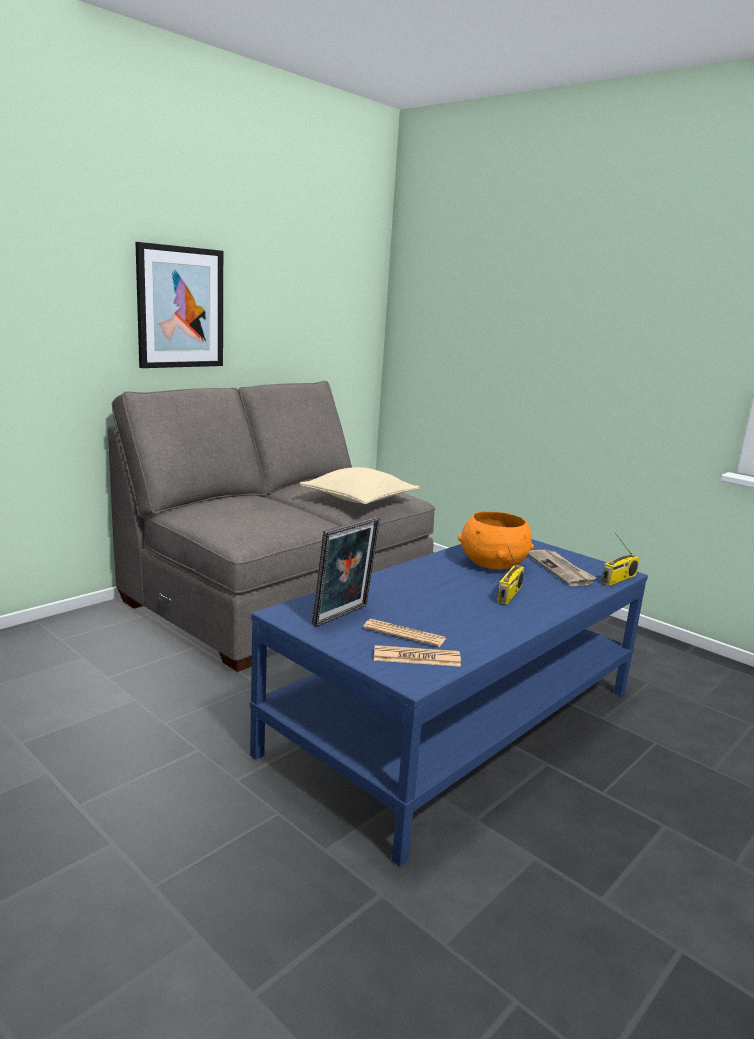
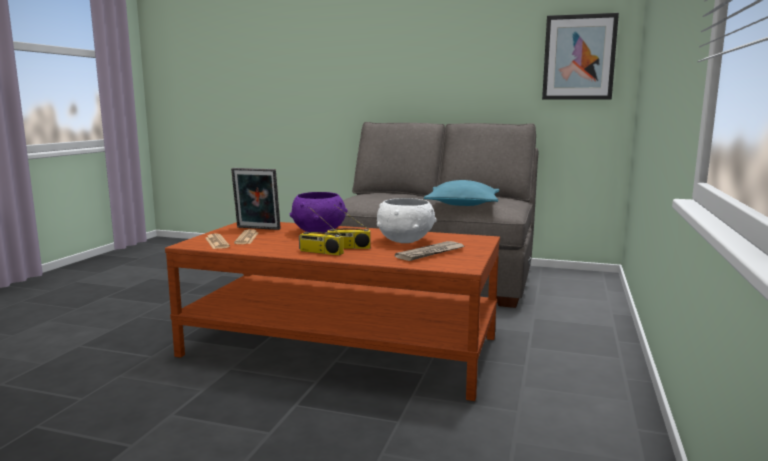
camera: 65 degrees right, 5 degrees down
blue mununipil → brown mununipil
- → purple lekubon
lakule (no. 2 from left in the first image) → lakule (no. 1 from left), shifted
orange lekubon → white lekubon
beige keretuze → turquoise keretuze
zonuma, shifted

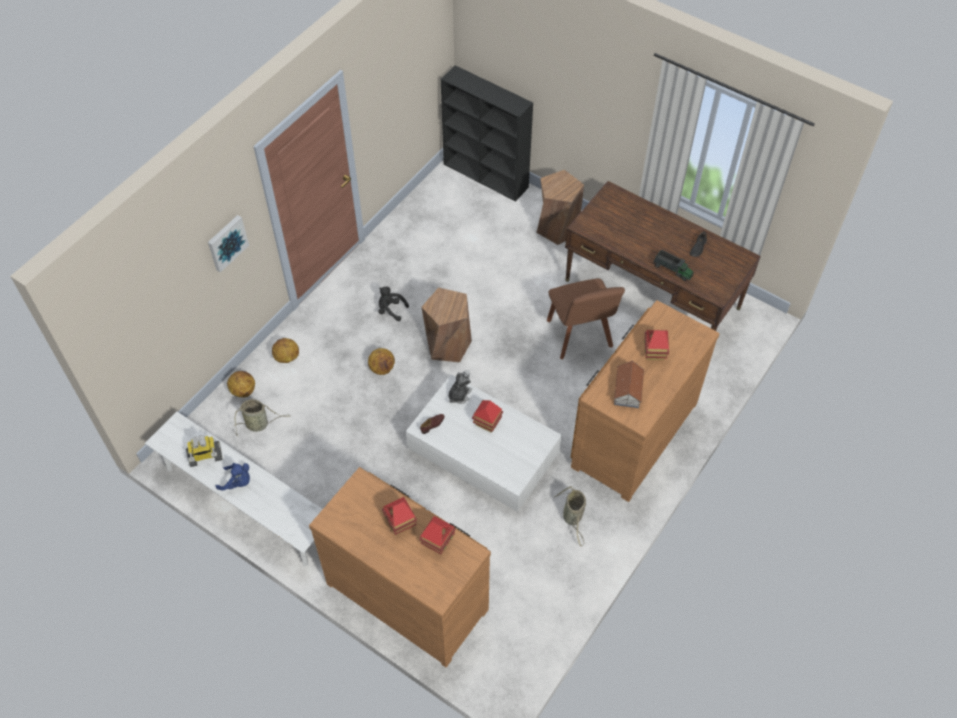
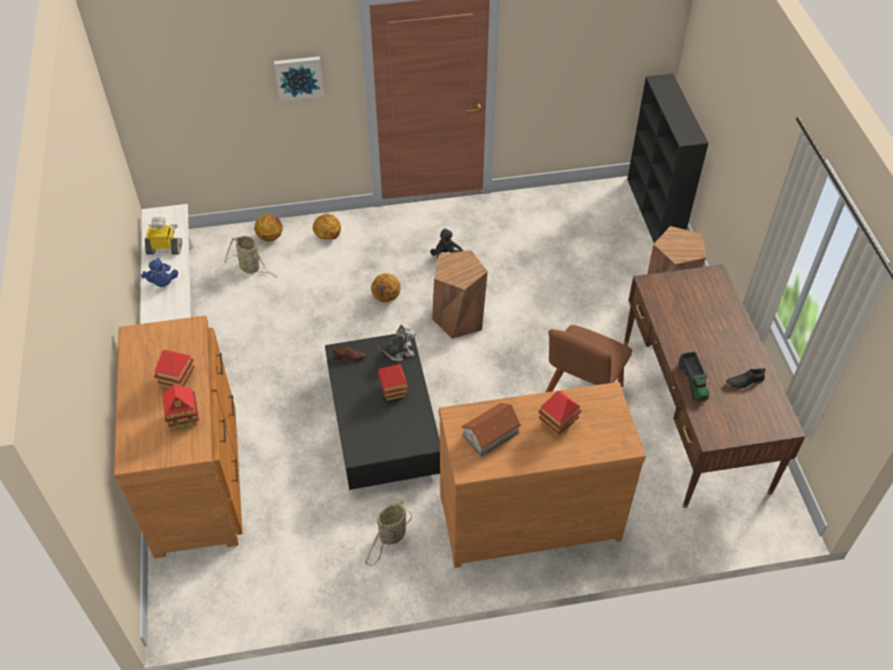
camera: 45 degrees right, 5 degrees down
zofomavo, 150 degrees clockwise
white mununipil → black mununipil

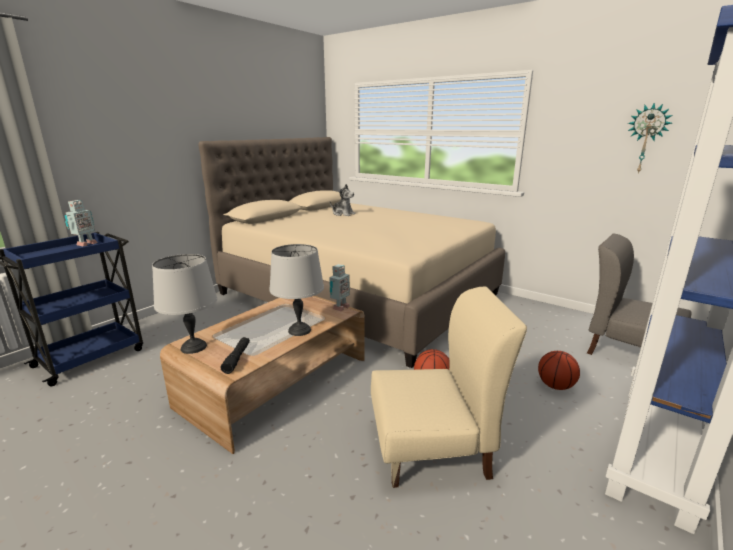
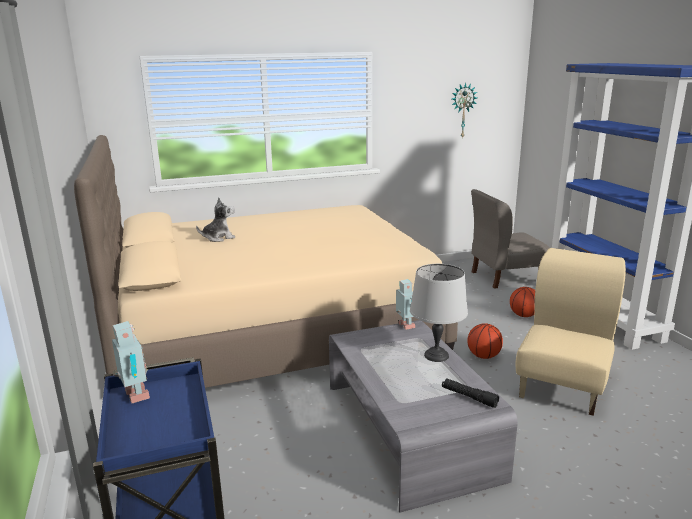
camera: 55 degrees left, 0 degrees up
brown mununipil → grey mununipil
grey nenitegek (no. 1 from left) → -

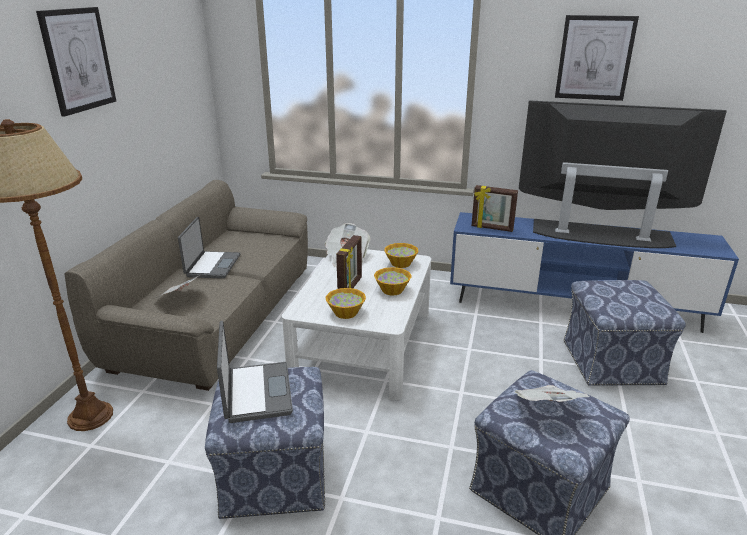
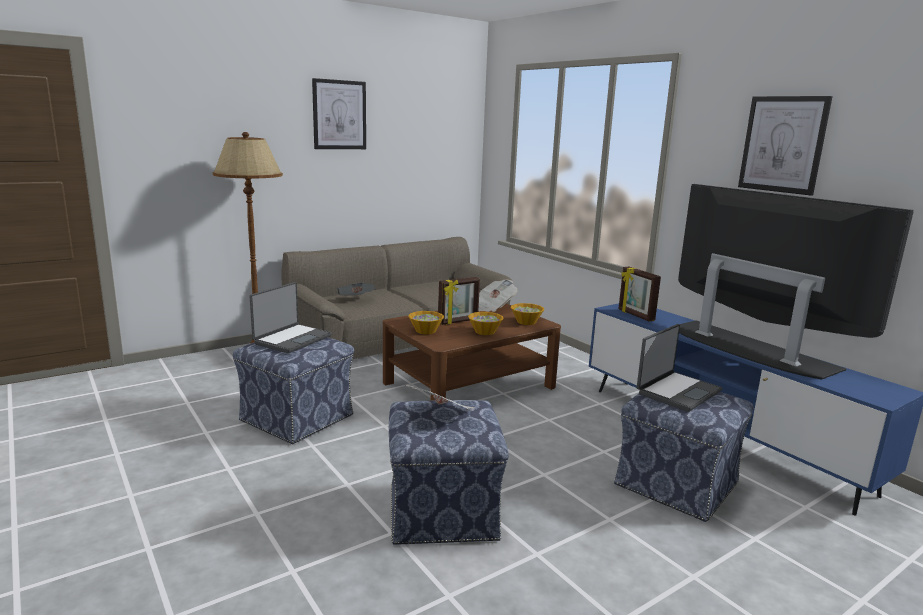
camera: 40 degrees right, 10 degrees down
white mununipil → brown mununipil
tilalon (no. 1 from left in the first image) → tilalon (no. 2 from left), shifted

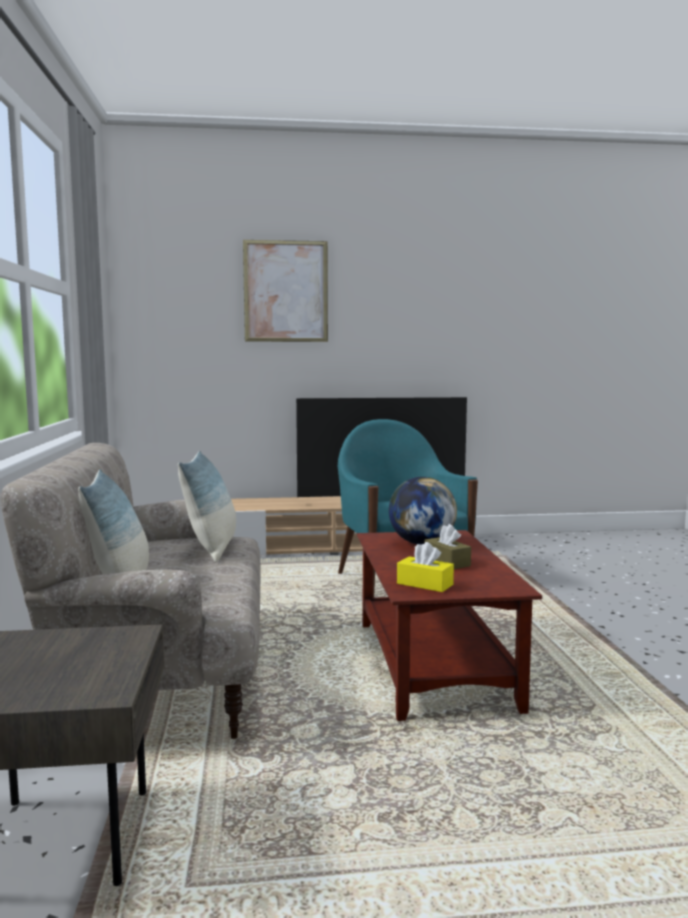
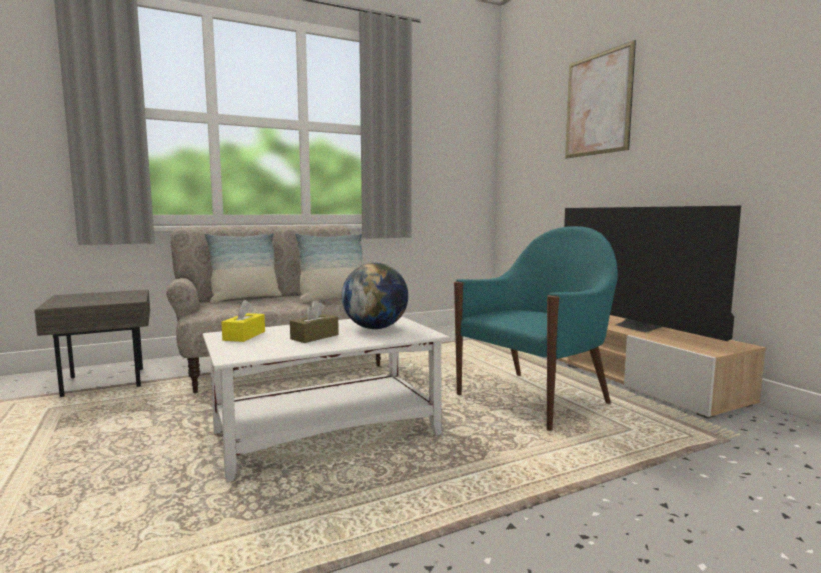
camera: 70 degrees right, 0 degrees up
brown mununipil → white mununipil

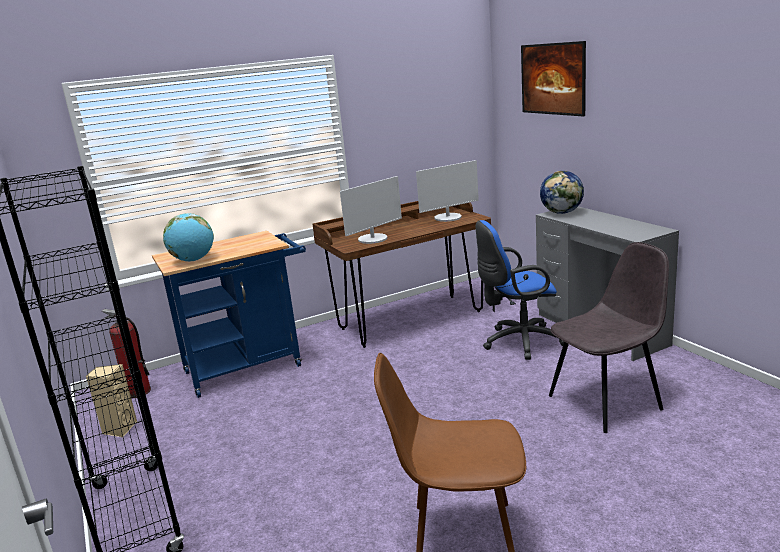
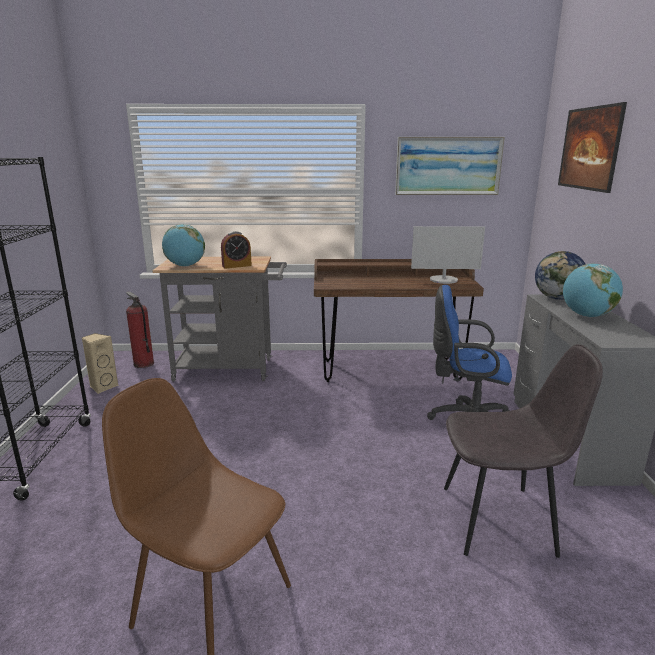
camera: 25 degrees right, 0 degrees up
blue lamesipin → grey lamesipin
- → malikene
- → zonuma (no. 1 from left)
- → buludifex (no. 3 from left)
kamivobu (no. 1 from left) → -

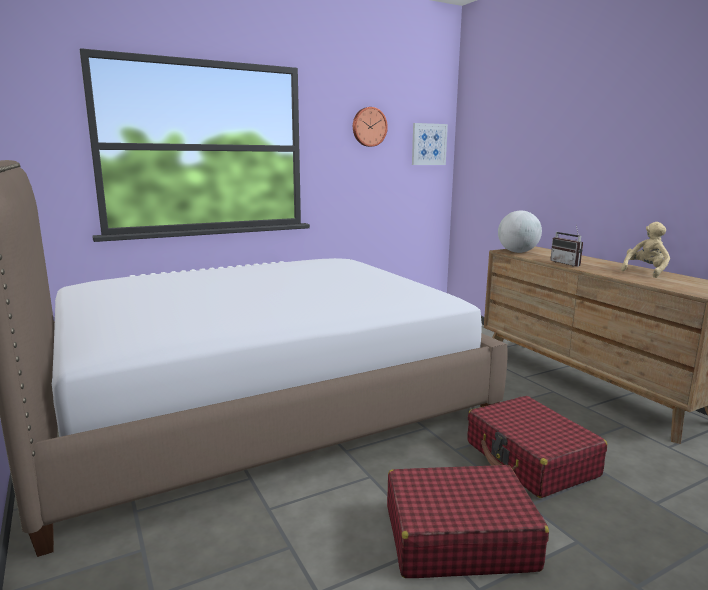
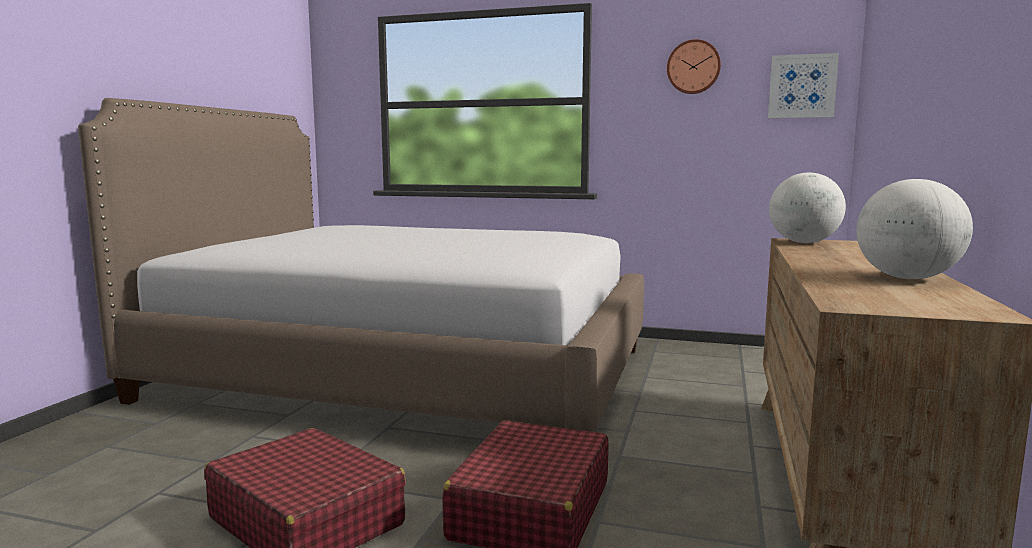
camera: 45 degrees right, 5 degrees down
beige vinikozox → buludifex (no. 2 from left)
lakule → -

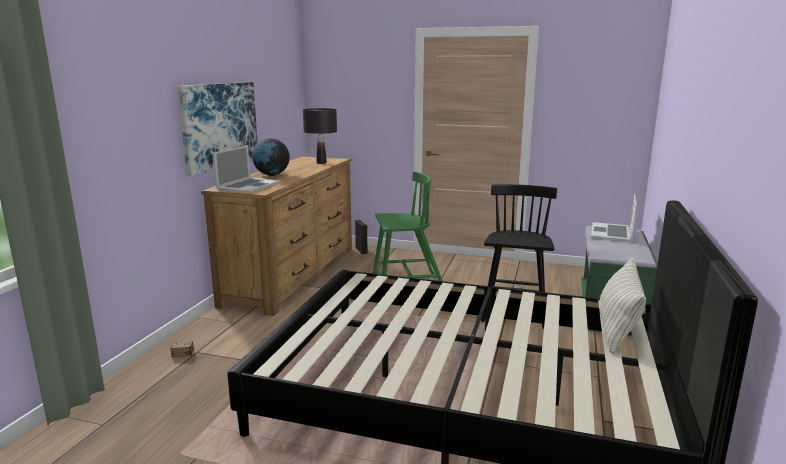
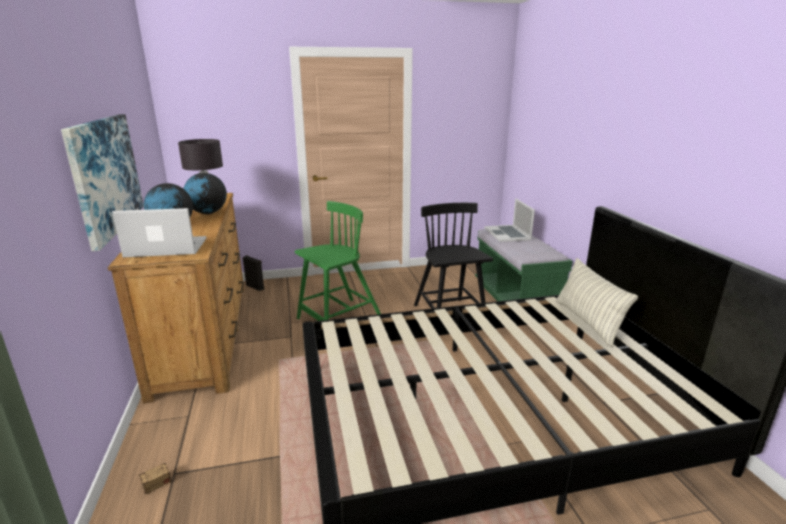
camera: 30 degrees left, 5 degrees up
tilalon (no. 1 from left), 90 degrees counterclockwise
- → buludifex (no. 2 from left)

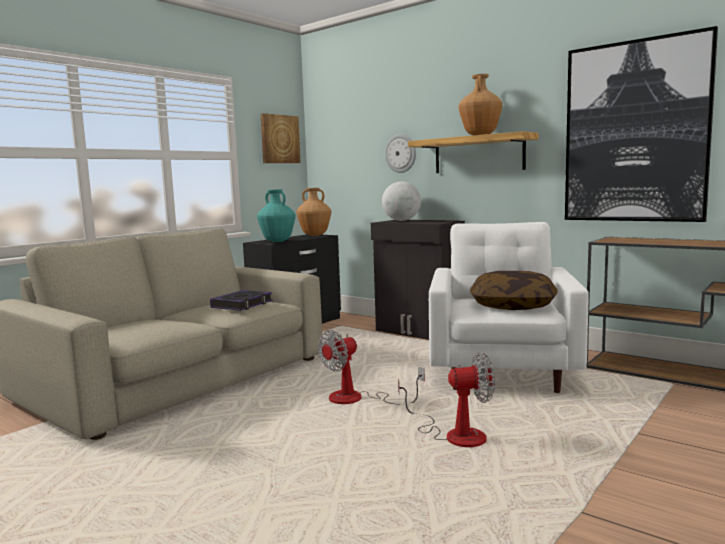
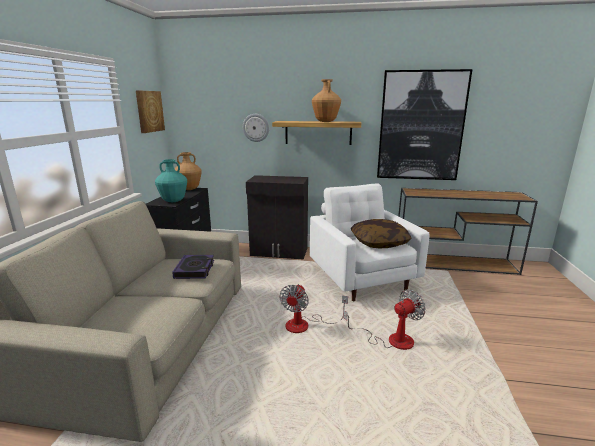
camera: 30 degrees left, 10 degrees up
buludifex → -

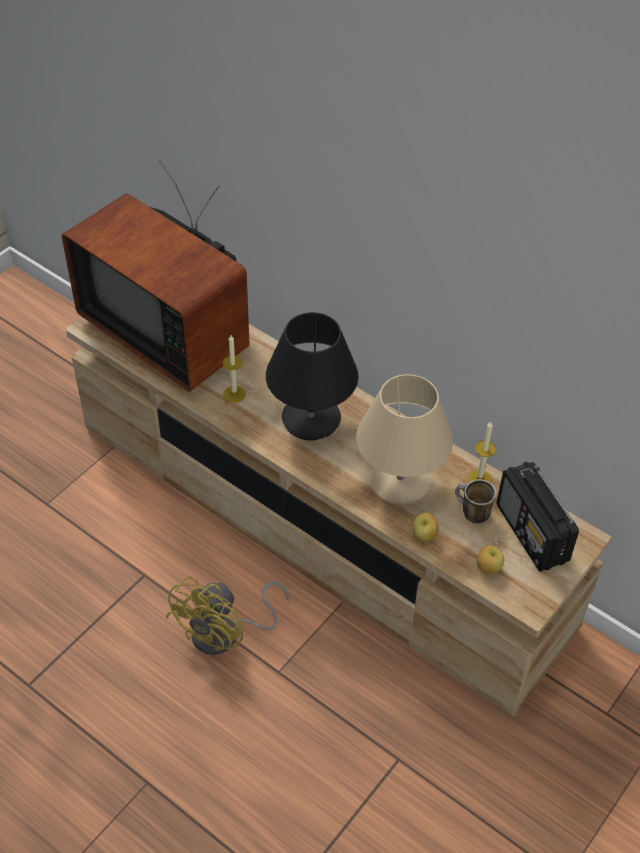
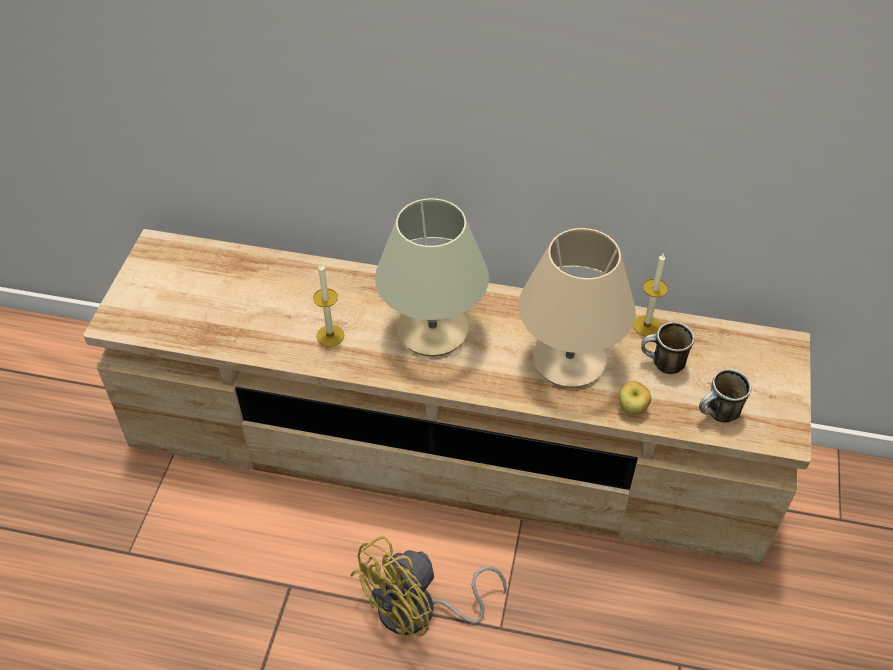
camera: 25 degrees left, 0 degrees up
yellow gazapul, 45 degrees clockwise
black nenitegek → beige nenitegek (no. 1 from left)
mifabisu (no. 2 from left) → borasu (no. 2 from left)
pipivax → -
lakule → -

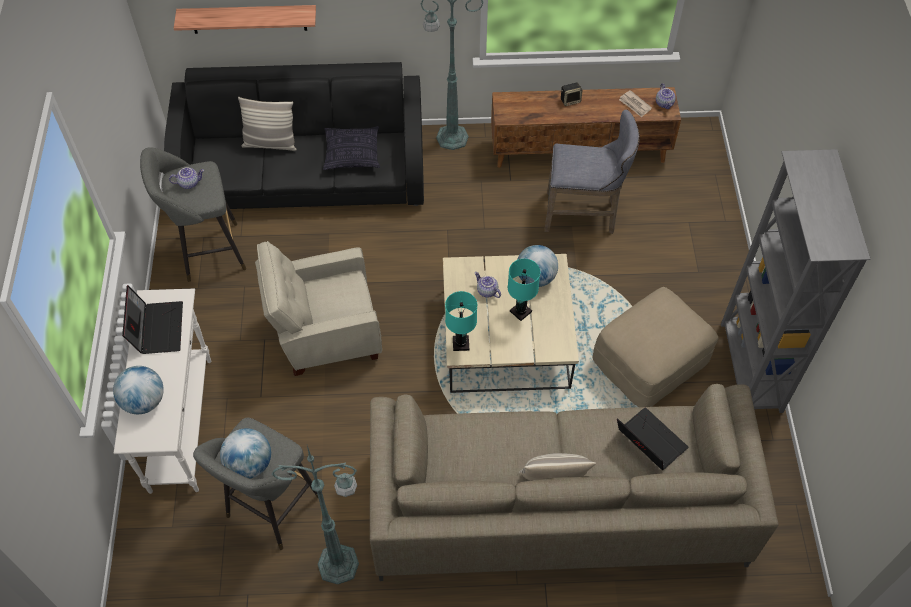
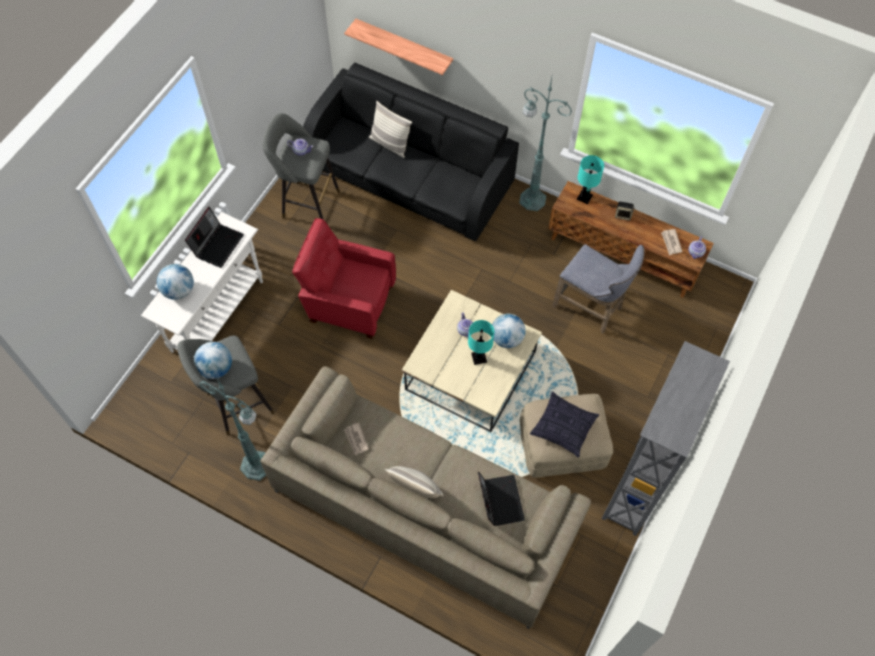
camera: 30 degrees right, 5 degrees up
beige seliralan → red seliralan
- → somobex (no. 1 from left)
keretuze (no. 2 from left in the first image) → keretuze (no. 3 from left), shifted
turquoise nenitegek (no. 1 from left in the first image) → turquoise nenitegek (no. 2 from left), shifted

